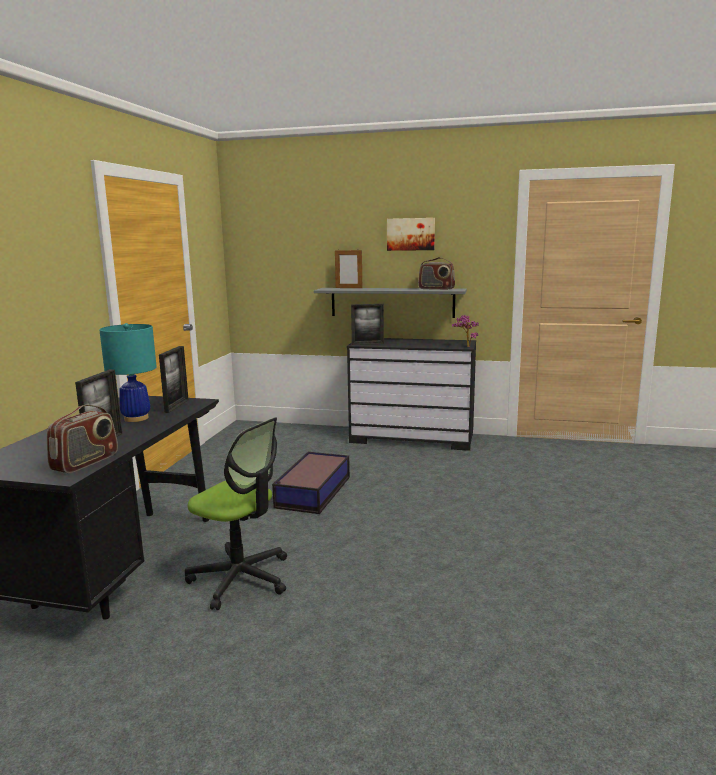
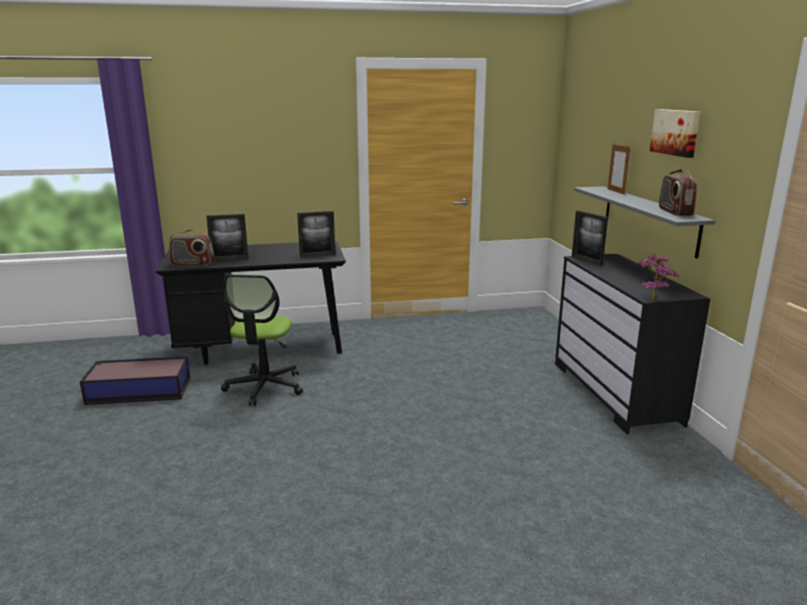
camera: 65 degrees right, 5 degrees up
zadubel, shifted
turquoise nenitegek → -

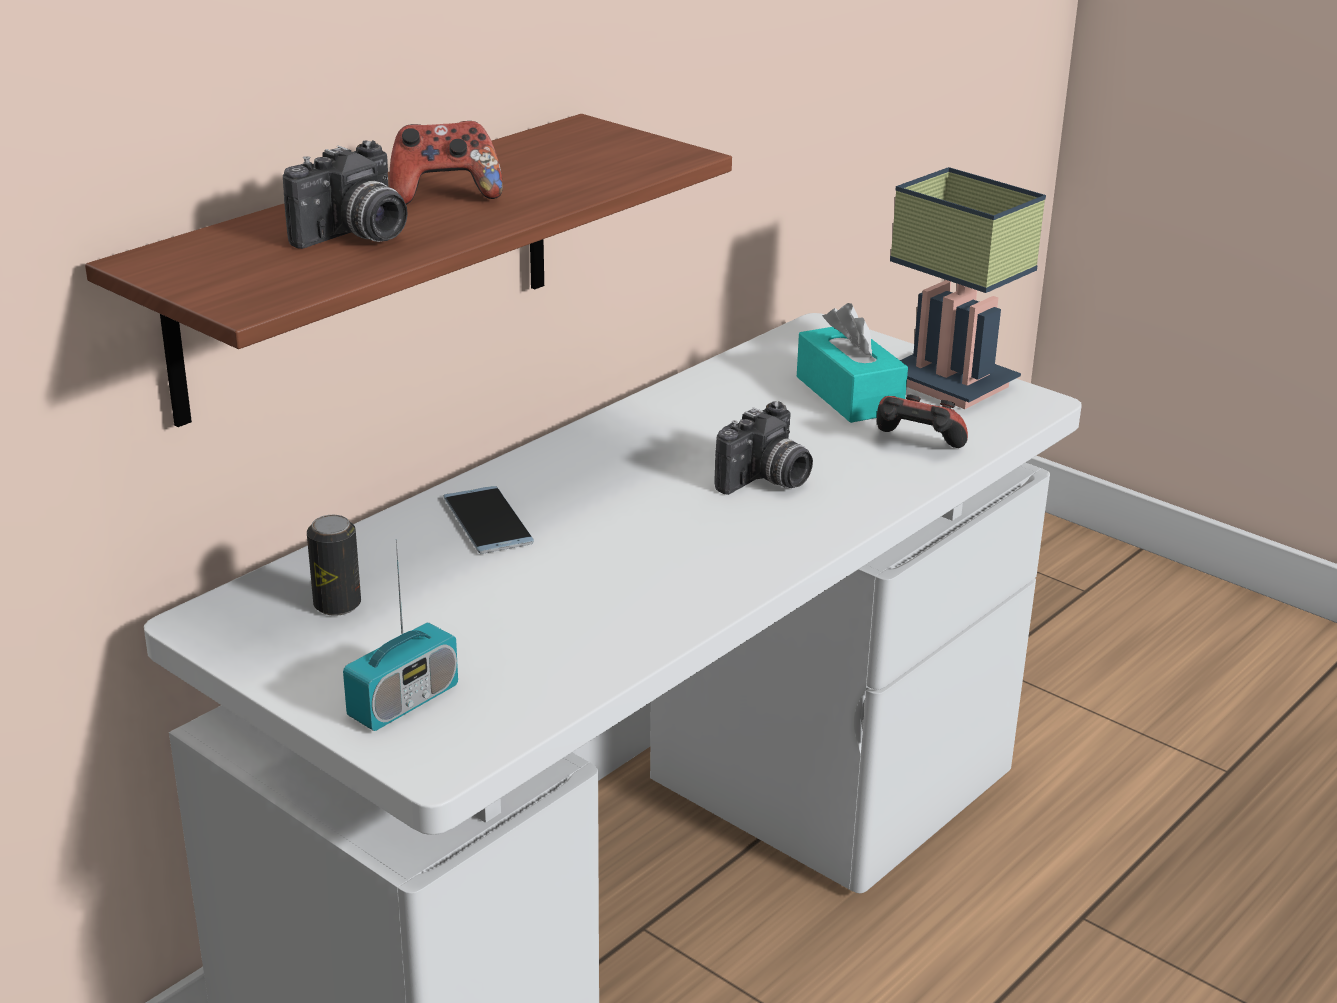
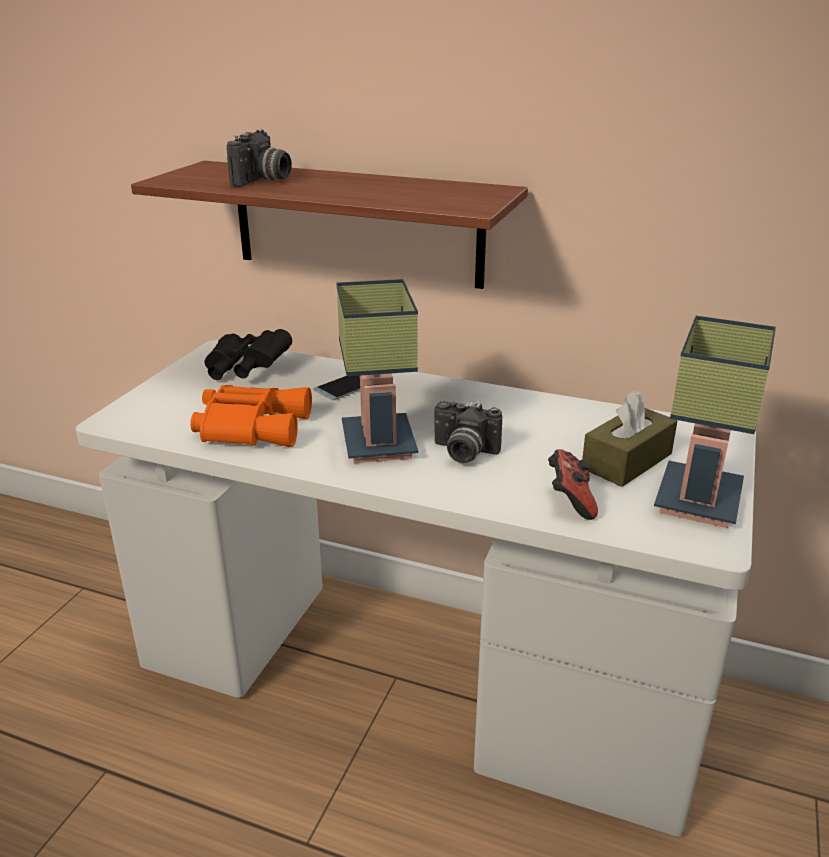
camera: 70 degrees right, 0 degrees up
- → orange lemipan
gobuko → black lemipan
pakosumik (no. 1 from left), 90 degrees counterclockwise
- → nenitegek (no. 1 from left)
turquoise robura → brown robura
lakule → -
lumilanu (no. 1 from left) → -

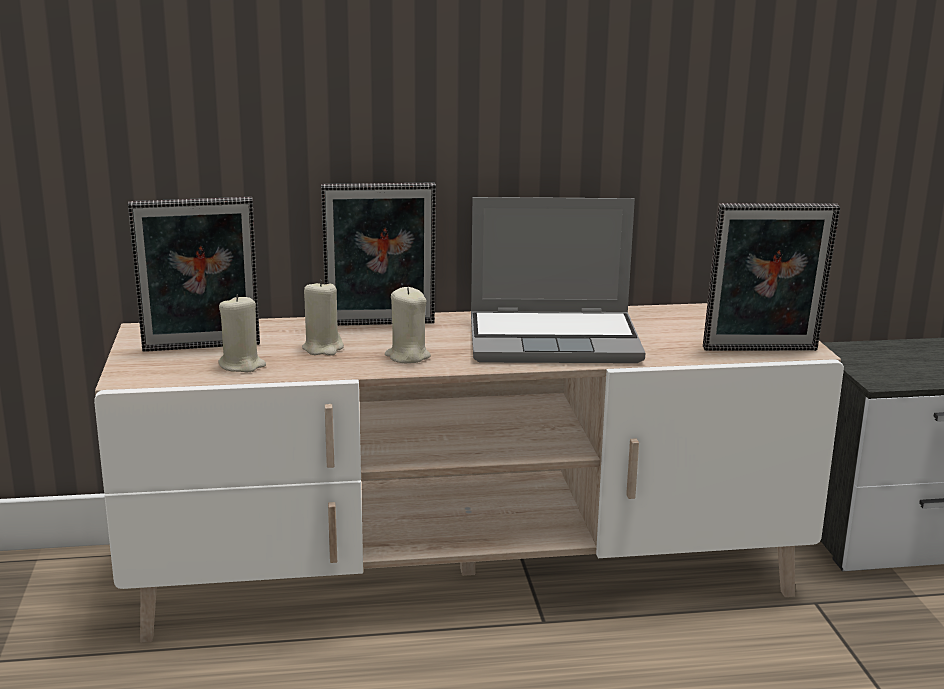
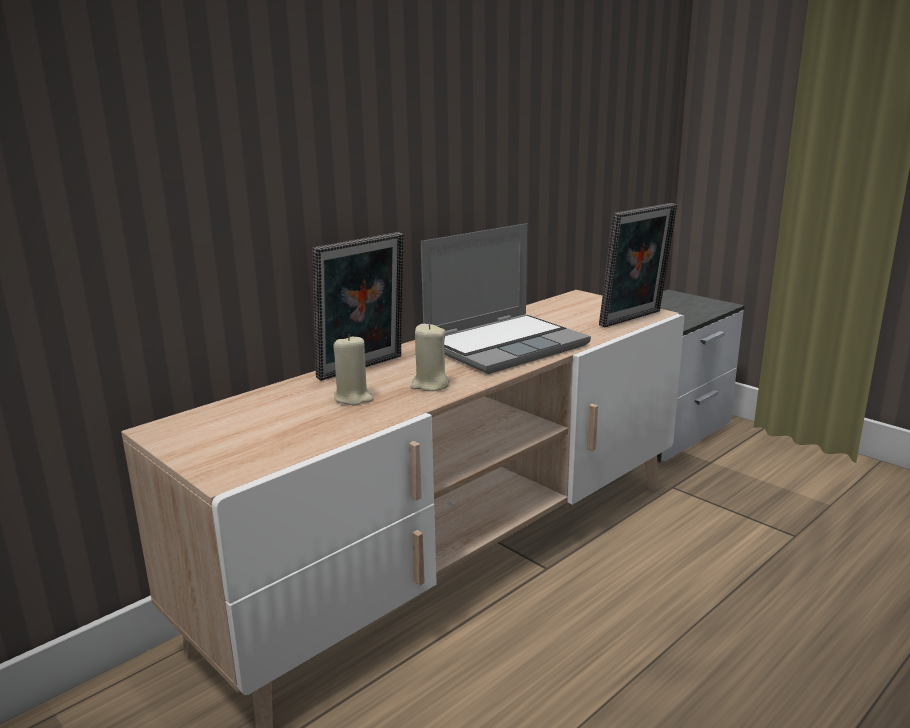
camera: 35 degrees left, 0 degrees up
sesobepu (no. 1 from left) → -
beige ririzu (no. 1 from left) → -

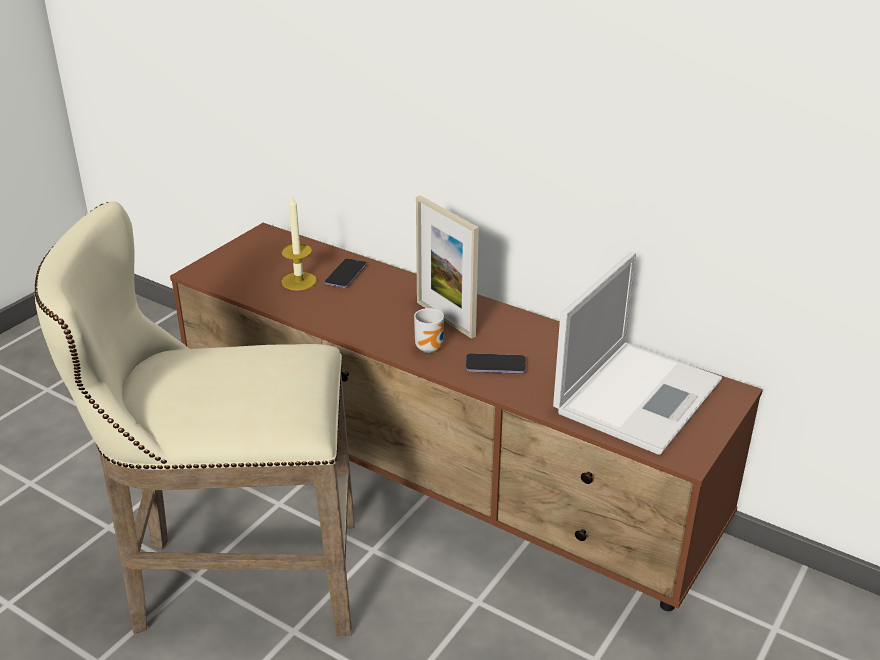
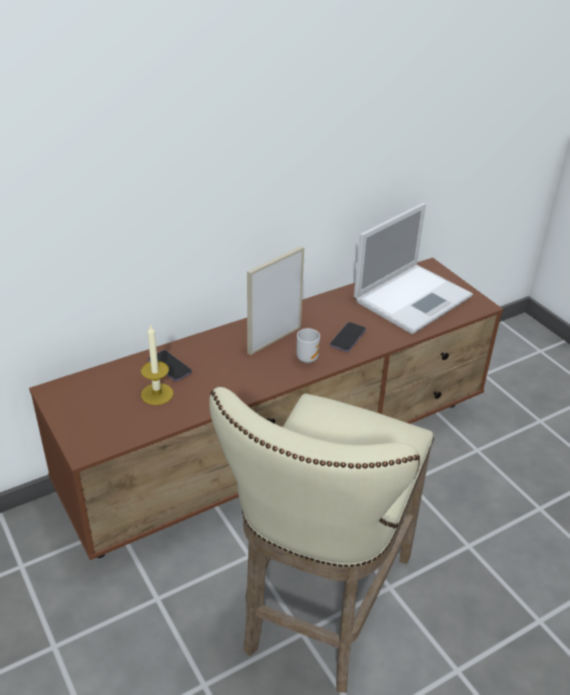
camera: 65 degrees left, 5 degrees up
sesobepu, 150 degrees clockwise
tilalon, 75 degrees clockwise

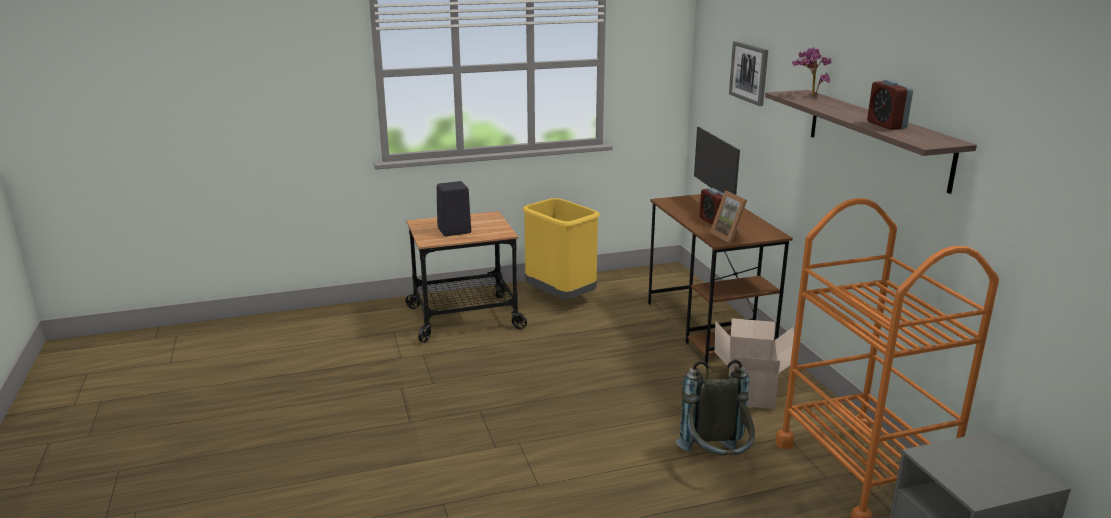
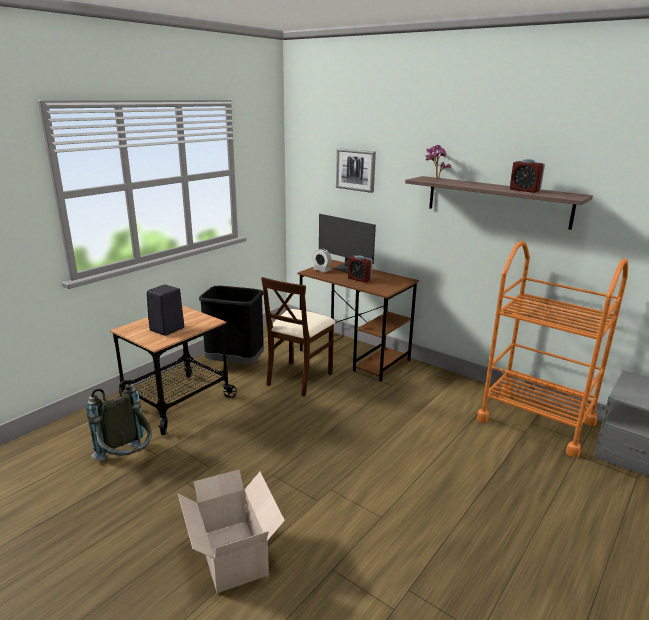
camera: 35 degrees left, 0 degrees up
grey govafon, shifted
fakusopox, shifted
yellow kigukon → black kigukon
- → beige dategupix
- → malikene (no. 1 from left)
sesobepu → -

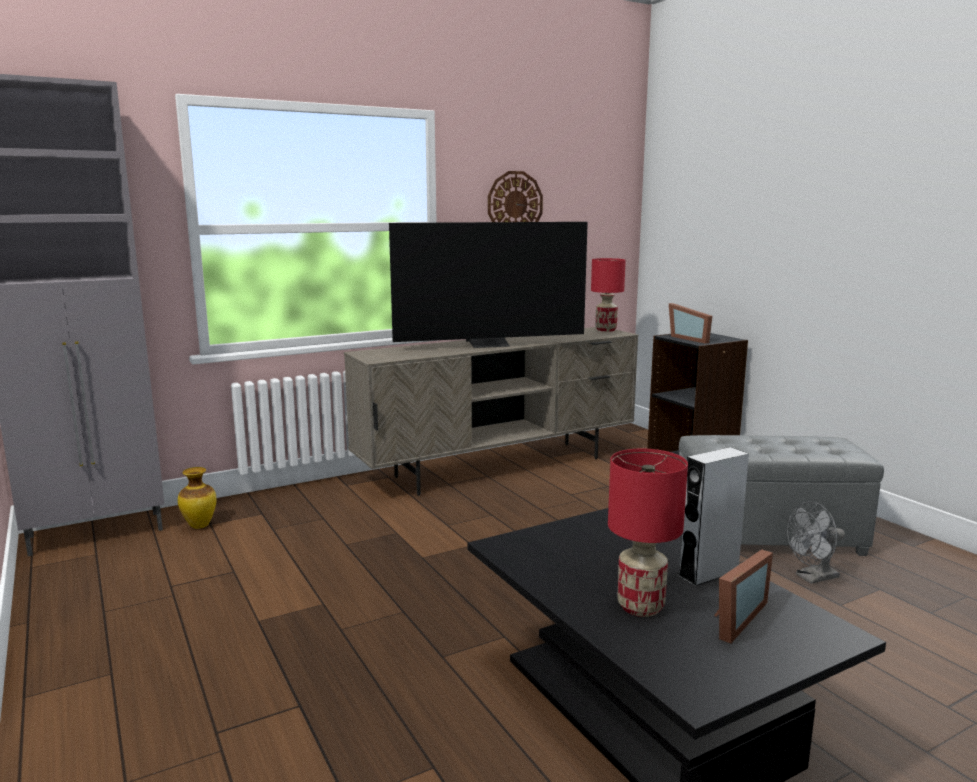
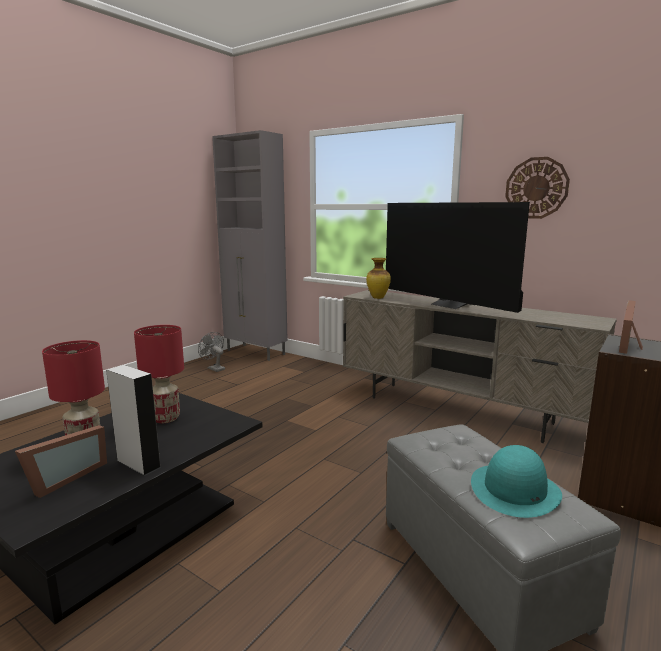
camera: 65 degrees right, 0 degrees up
sesobepu (no. 2 from left in the first image) → sesobepu (no. 1 from left), 75 degrees counterclockwise
red nenitegek (no. 1 from left in the first image) → red nenitegek (no. 2 from left), shifted
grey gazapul, shifted
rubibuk, shifted
- → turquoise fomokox

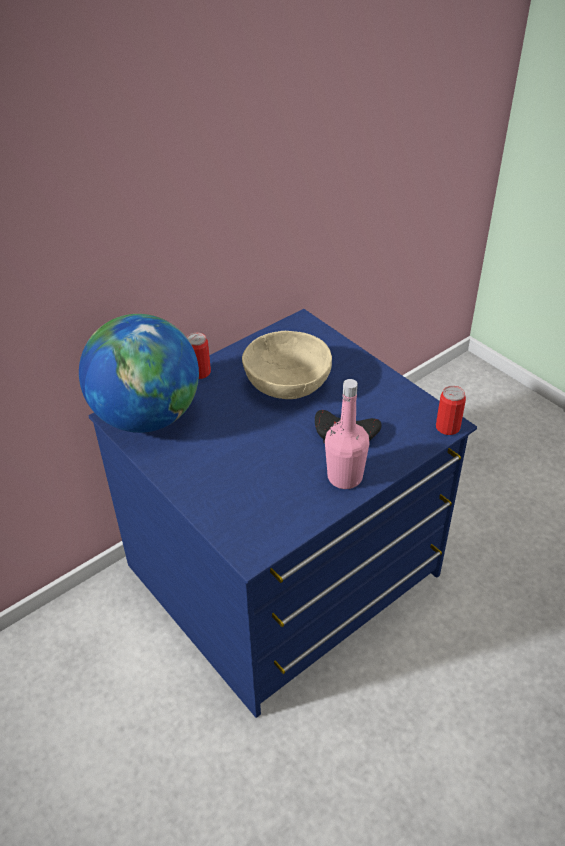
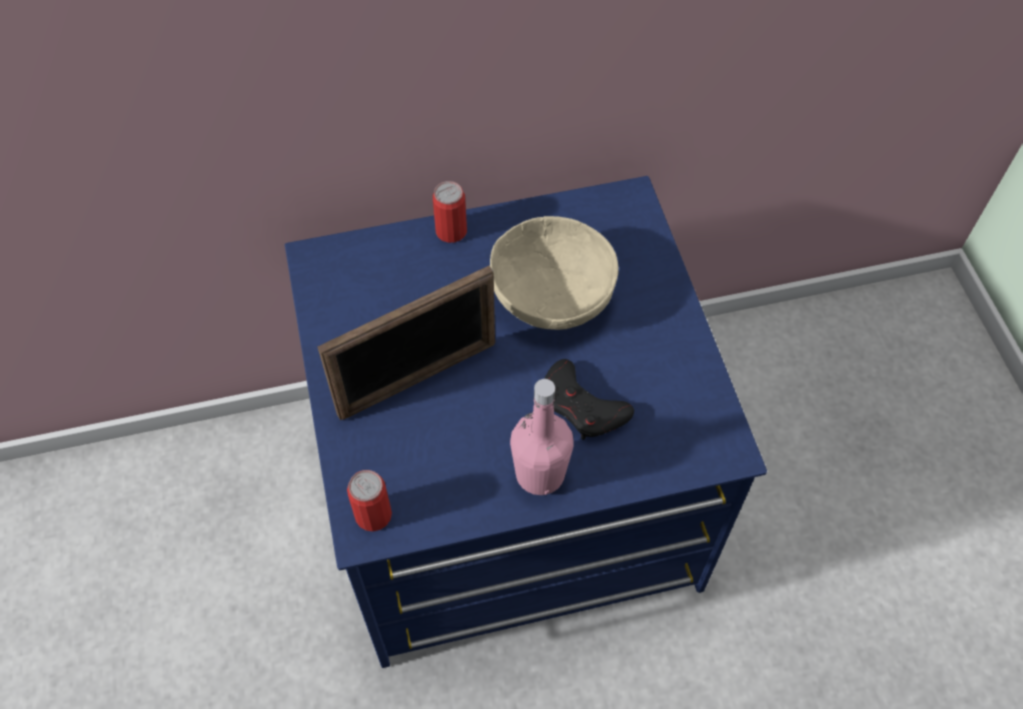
camera: 25 degrees right, 15 degrees up
- → sesobepu
gobuko (no. 2 from left in the first image) → gobuko (no. 1 from left), shifted
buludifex → -

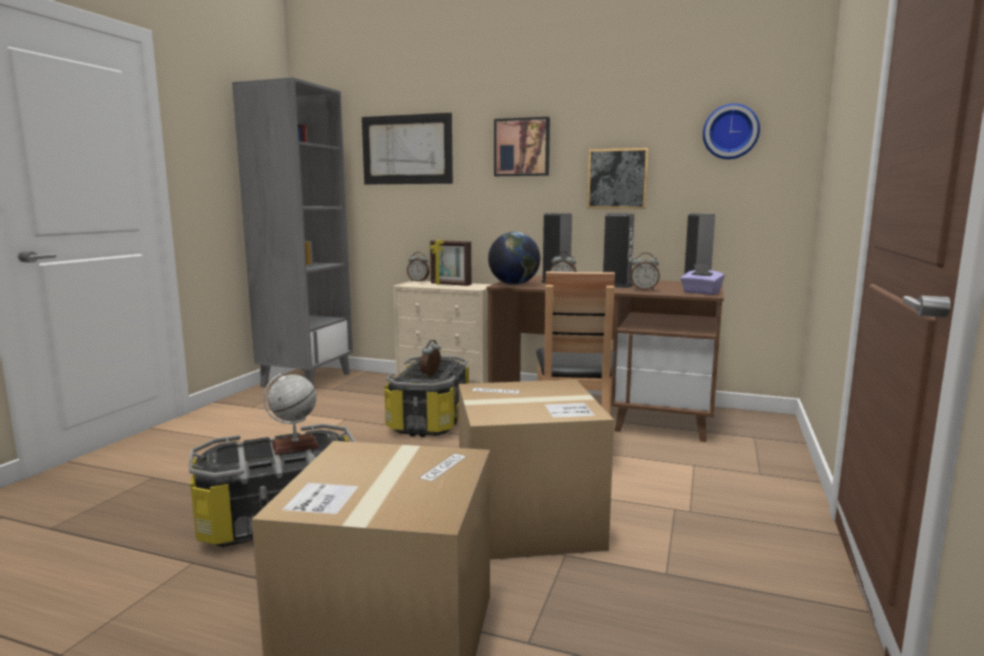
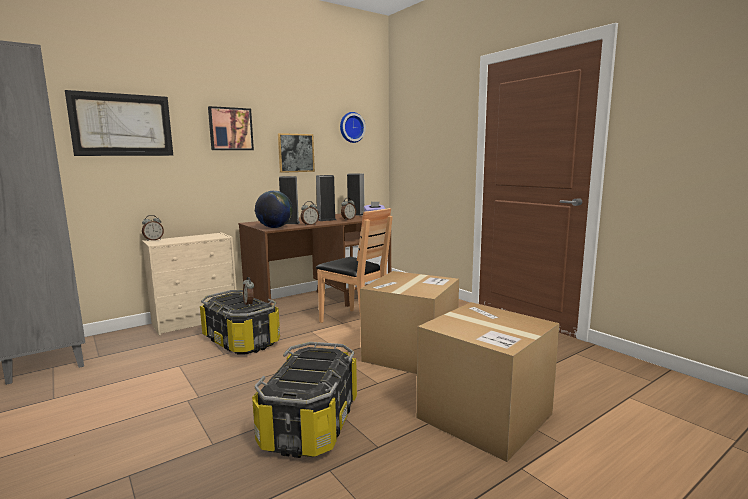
camera: 55 degrees left, 0 degrees up
buludifex (no. 1 from left) → -
sesobepu → -

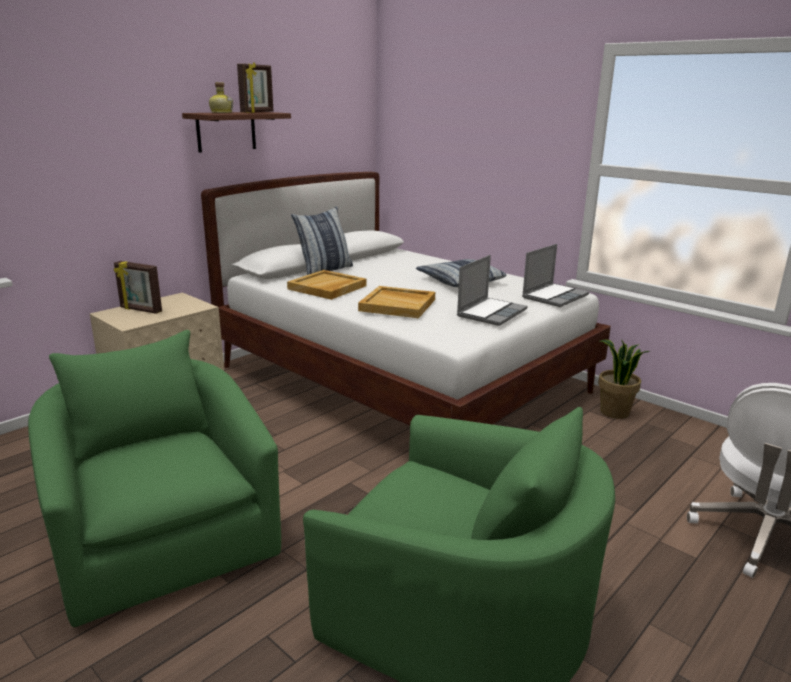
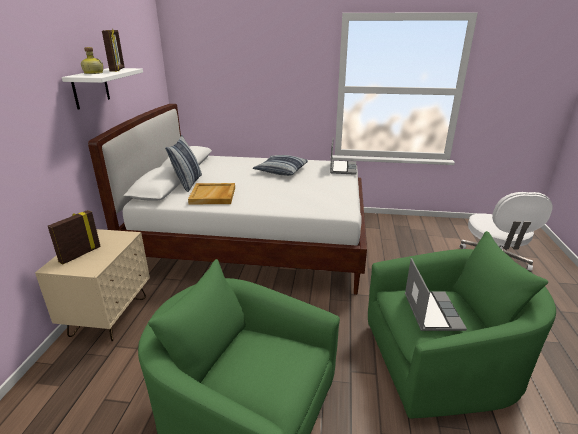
camera: 35 degrees left, 5 degrees up
sesobepu (no. 1 from left), 135 degrees clockwise
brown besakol → white besakol
tilalon (no. 1 from left in the first image) → tilalon (no. 2 from left), shifted
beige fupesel (no. 2 from left) → -
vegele → -

